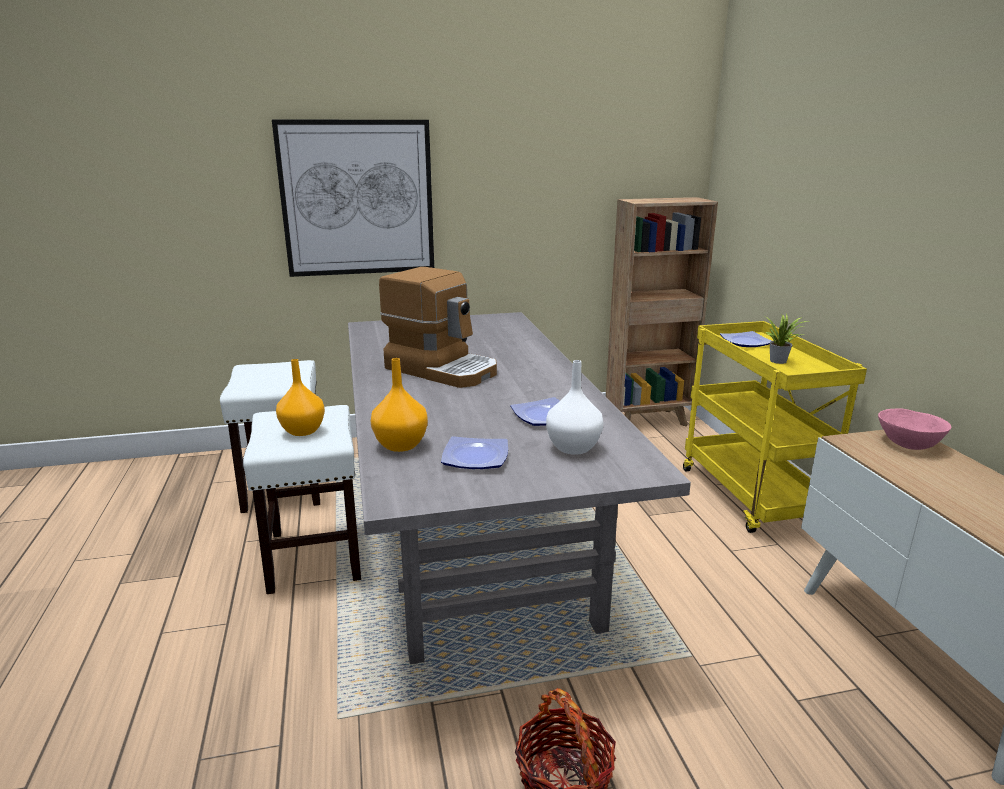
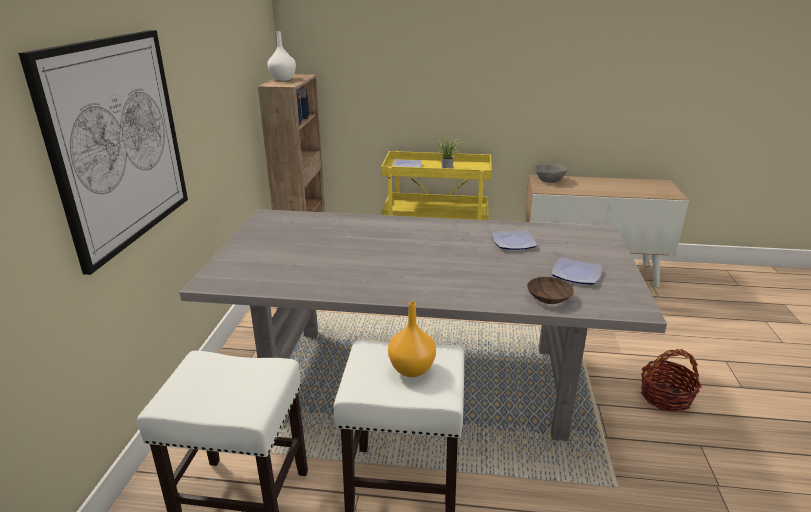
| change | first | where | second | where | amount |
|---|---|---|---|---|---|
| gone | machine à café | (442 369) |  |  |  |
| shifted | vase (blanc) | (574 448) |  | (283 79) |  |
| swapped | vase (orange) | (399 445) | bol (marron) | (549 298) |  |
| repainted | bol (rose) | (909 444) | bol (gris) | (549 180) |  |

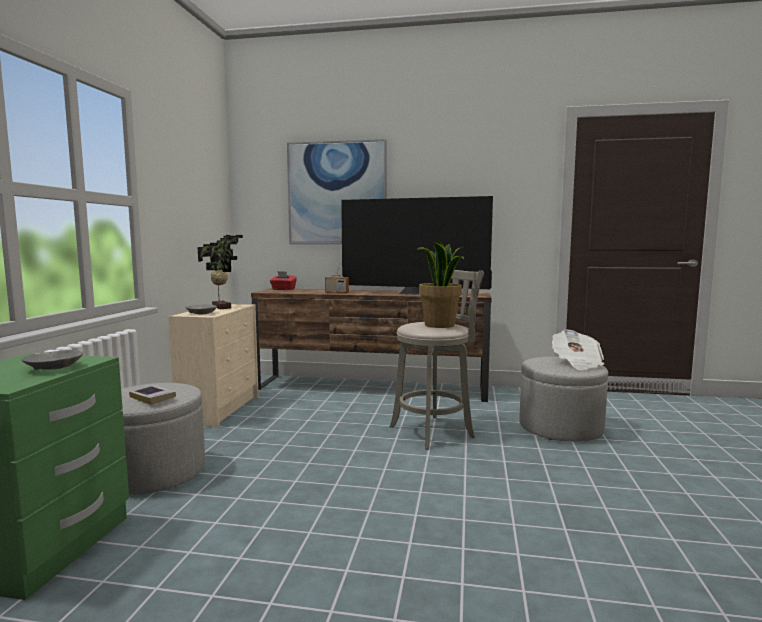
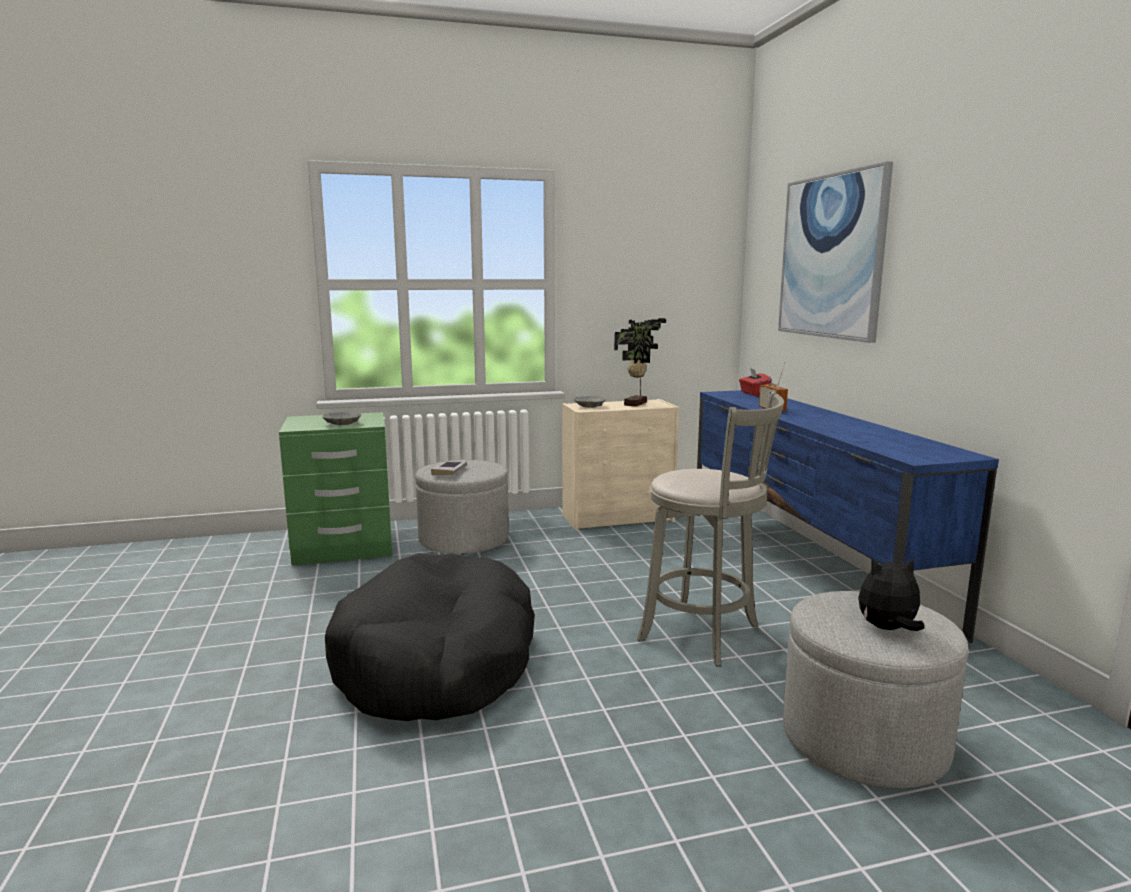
| change | first | where | second | where | amount |
|---|---|---|---|---|---|
| gone | téléviseur | (416 293) |  |  |  |
| gone | plante en pot | (440 325) |  |  |  |
| new |  |  | panier pour chien (noir) | (437 662) |  |
| swapped | journal | (576 363) | peluche | (887 629) |  |
| repainted | meuble télé (marron) | (372 388) | meuble télé (bleu) | (804 565) |  |

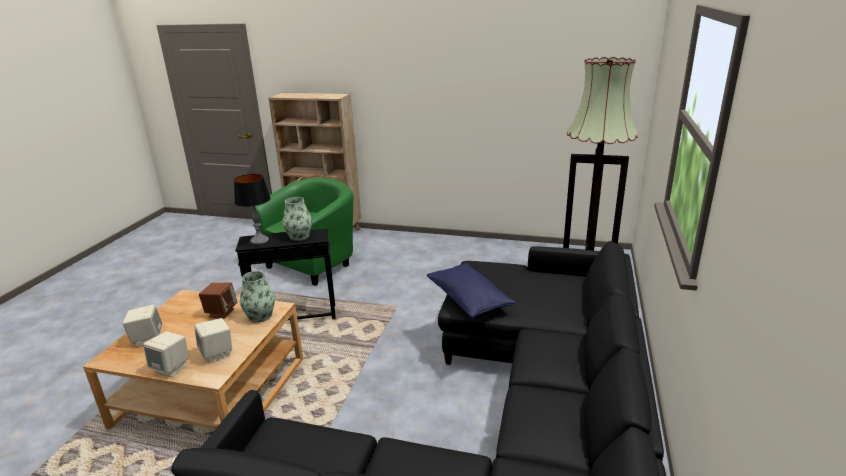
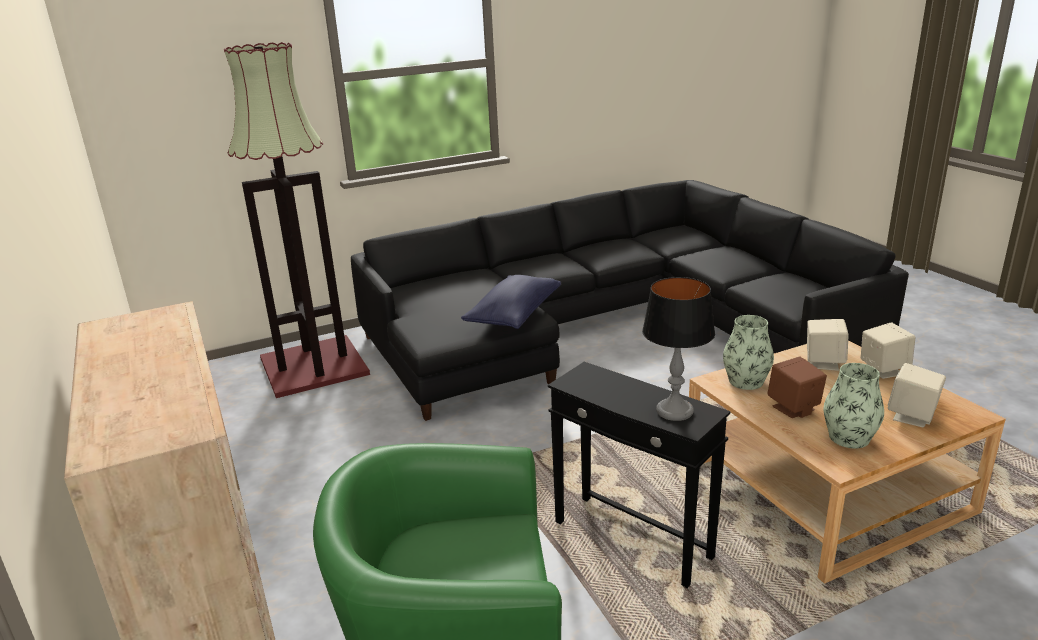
| change | first | where | second | where | amount |
|---|---|---|---|---|---|
| shifted | vase | (299 236) |  | (849 437) |  |

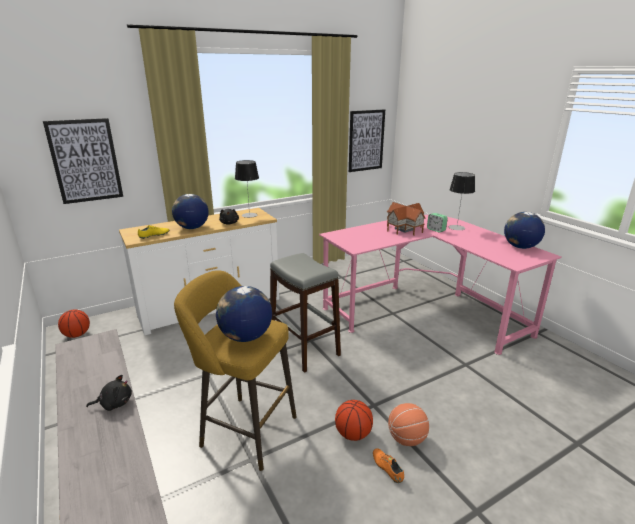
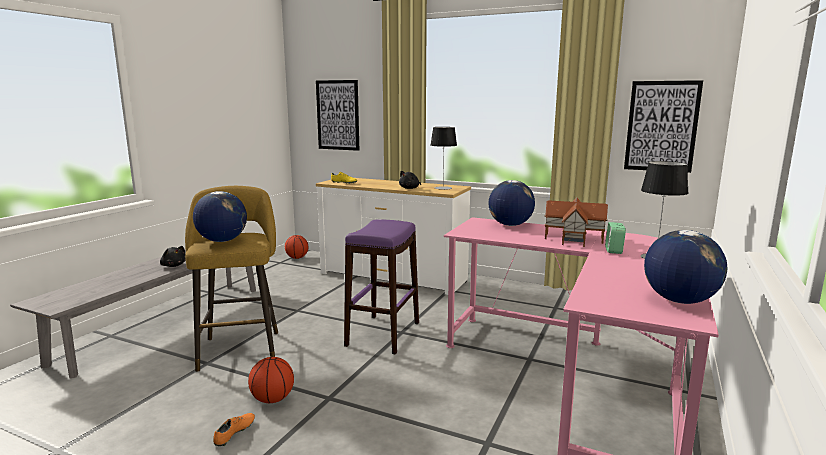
| change | first | where | second | where | amount |
|---|---|---|---|---|---|
| gone | ballon de basket | (407 438) |  |  |  |
| shifted | globe | (192 228) |  | (510 225) |  |
| repainted | tabouret (gris) | (304 348) | tabouret (violet) | (383 334) |  |

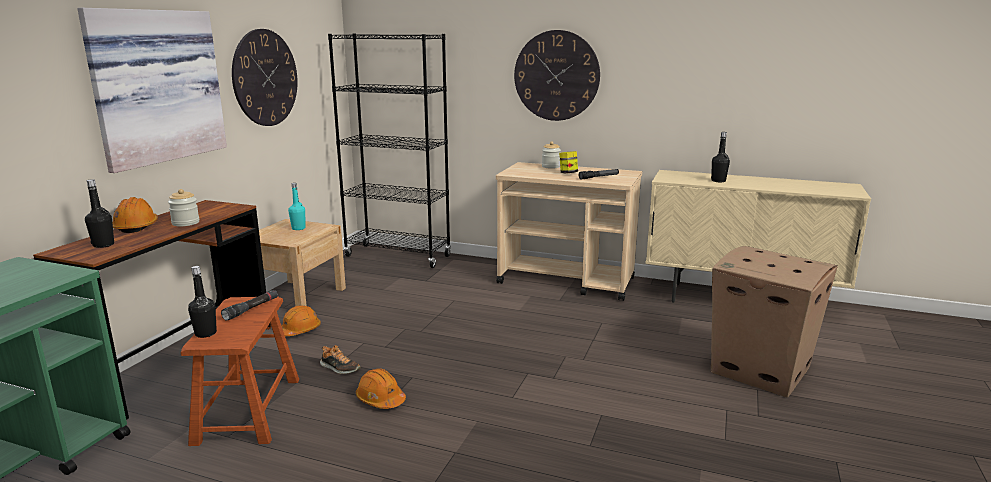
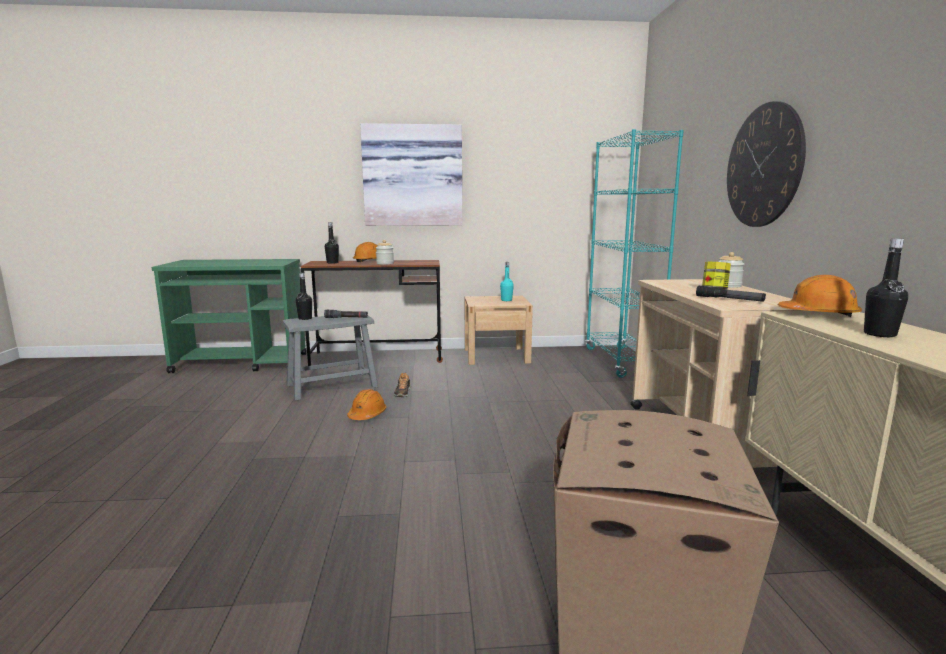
| change | first | where | second | where | amount |
|---|---|---|---|---|---|
| gone | horloge murale | (265 78) |  |  |  |
| shifted | casque de chantier (orange) | (299 330) |  | (818 314) |  |
| repainted | tabouret (marron) | (248 410) | tabouret (gris) | (332 385) |  |
| repainted | bibliothèque (noir) | (398 256) | bibliothèque (turquoise) | (621 362) |  |

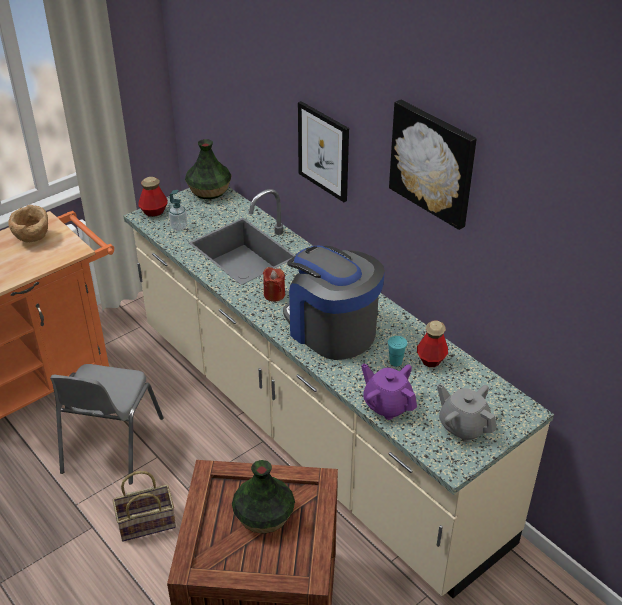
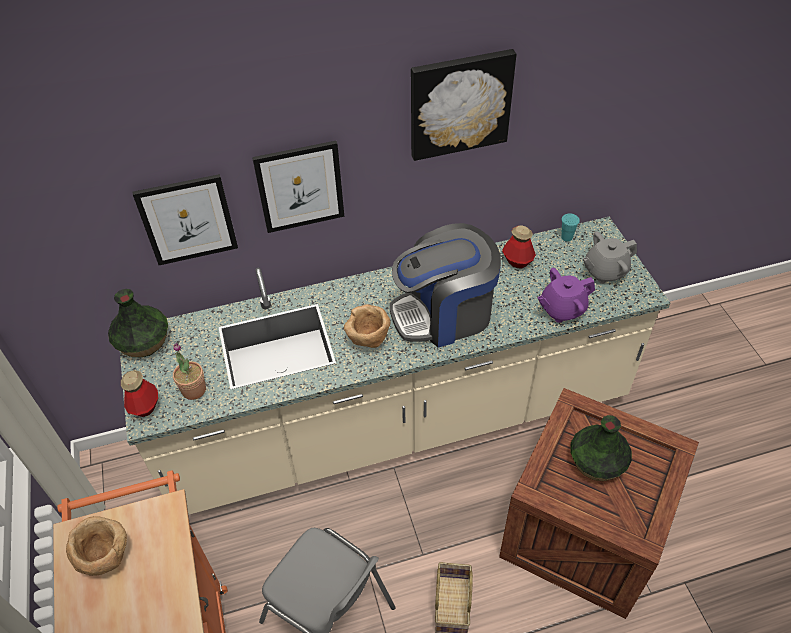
| change | first | where | second | where | amount |
|---|---|---|---|---|---|
| new |  |  | tableau | (187 219) |  |
| shifted | tasse (turquoise) | (395 362) |  | (566 237) |  |
| swapped | distributeur de savon | (179 227) | plante en pot | (194 390) |  |
| swapped | bougie (rouge) | (274 294) | bol (marron) | (368 340) |  |

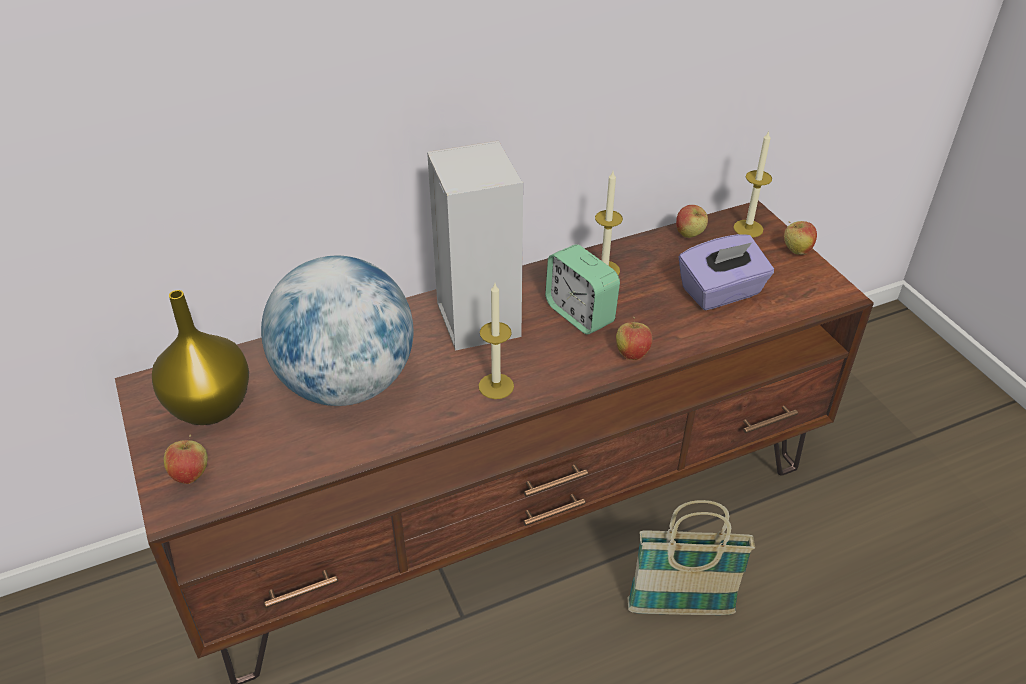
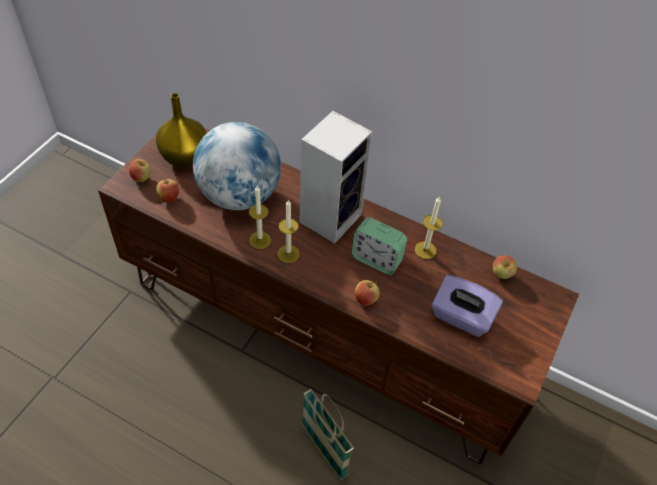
| change | first | where | second | where | amount |
|---|---|---|---|---|---|
| shifted | bougie | (748 228) |  | (260 240) |  |
| shifted | pomme | (796 251) |  | (169 198) |  |
| rotated | réveil | (580 314) |  | (376 259) | 75 degrees counterclockwise |

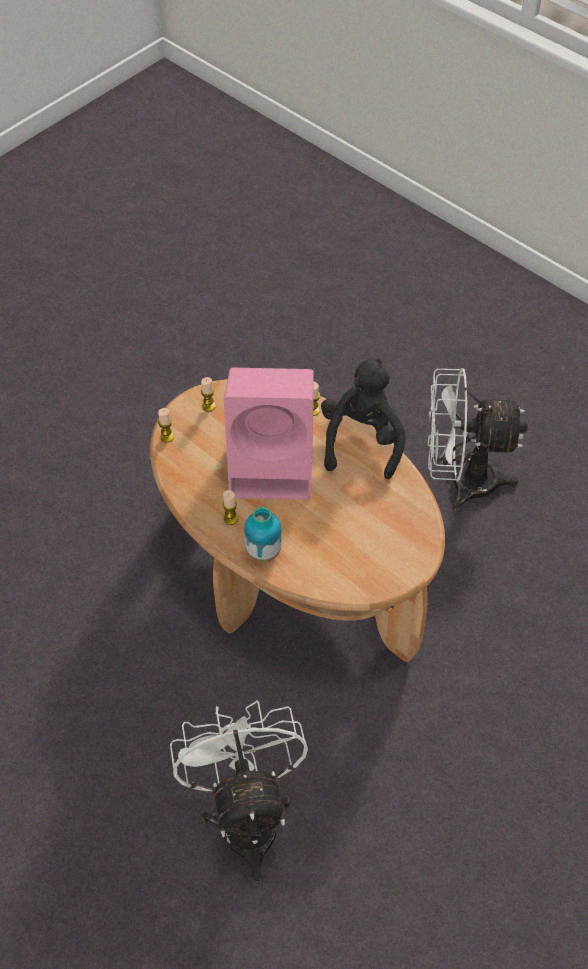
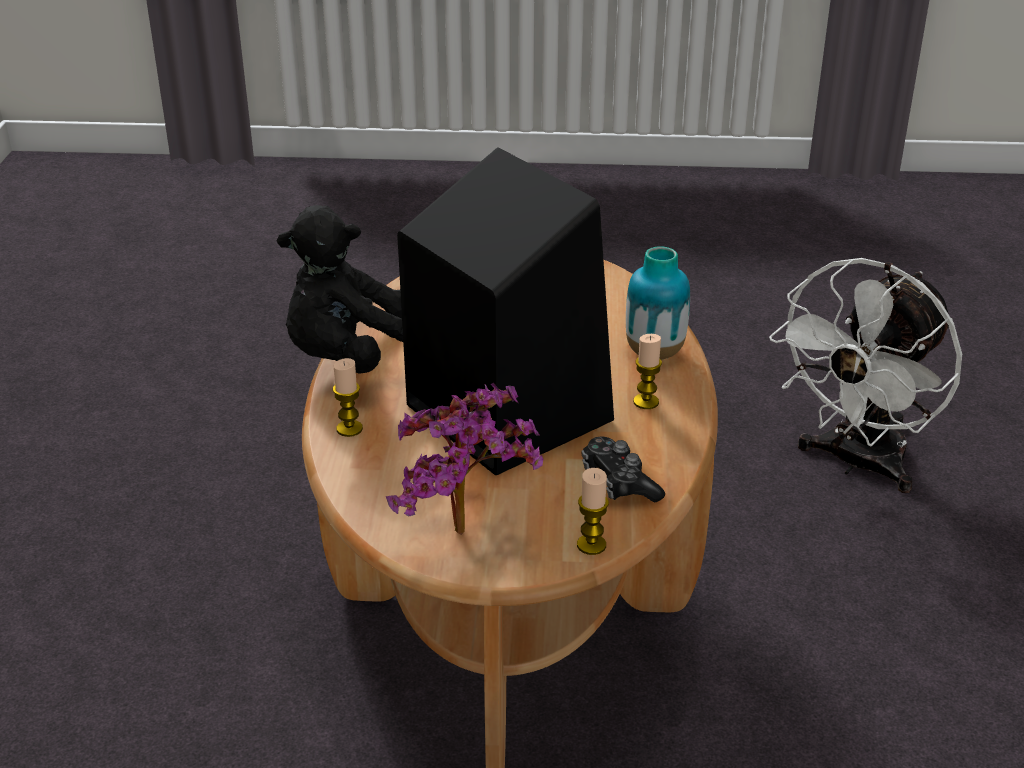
| change | first | where | second | where | amount |
|---|---|---|---|---|---|
| gone | ventilateur (blanc) | (460 481) |  |  |  |
| new |  |  | manette | (619 482) |  |
| swapped | bougie | (208 406) | plante en pot | (468 537) |  |
| repainted | enceinte (rose) | (274 466) | enceinte (noir) | (504 411) |  |

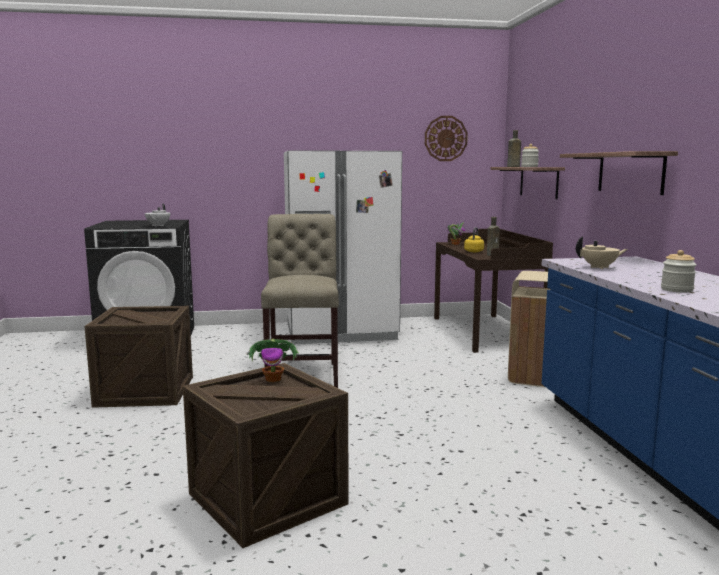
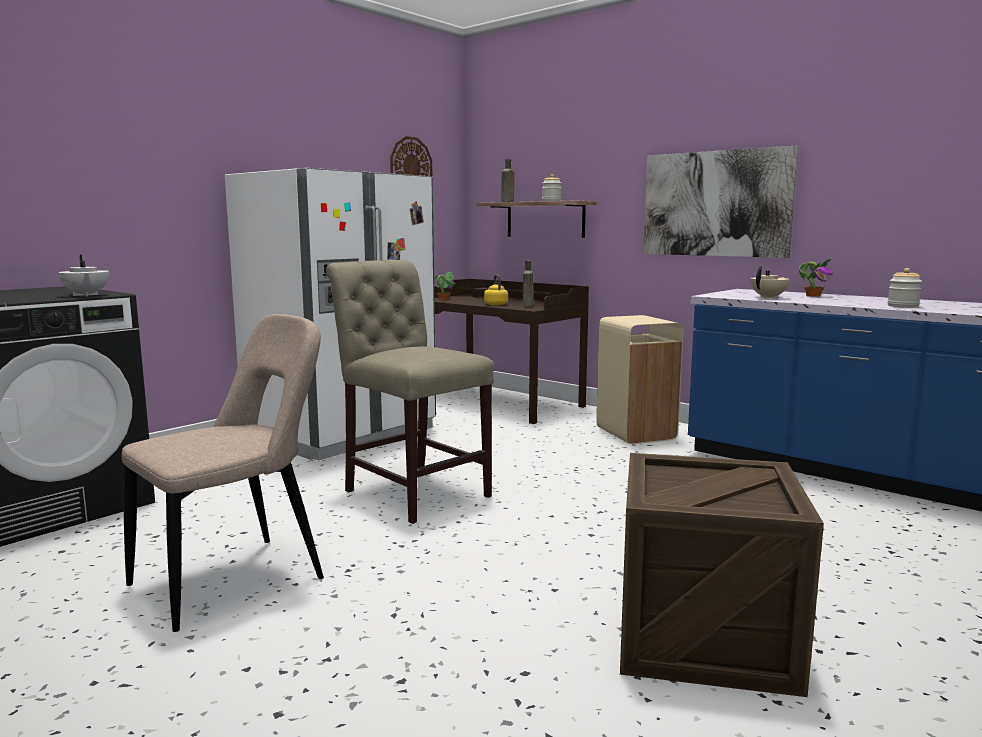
| change | first | where | second | where | amount |
|---|---|---|---|---|---|
| shifted | plante en pot | (274 379) |  | (813 296) |  |
| swapped | caisse | (145 391) | chaise (beige) | (236 579) |  |
| swapped | étagère | (630 172) | tableau | (715 204) |  |

